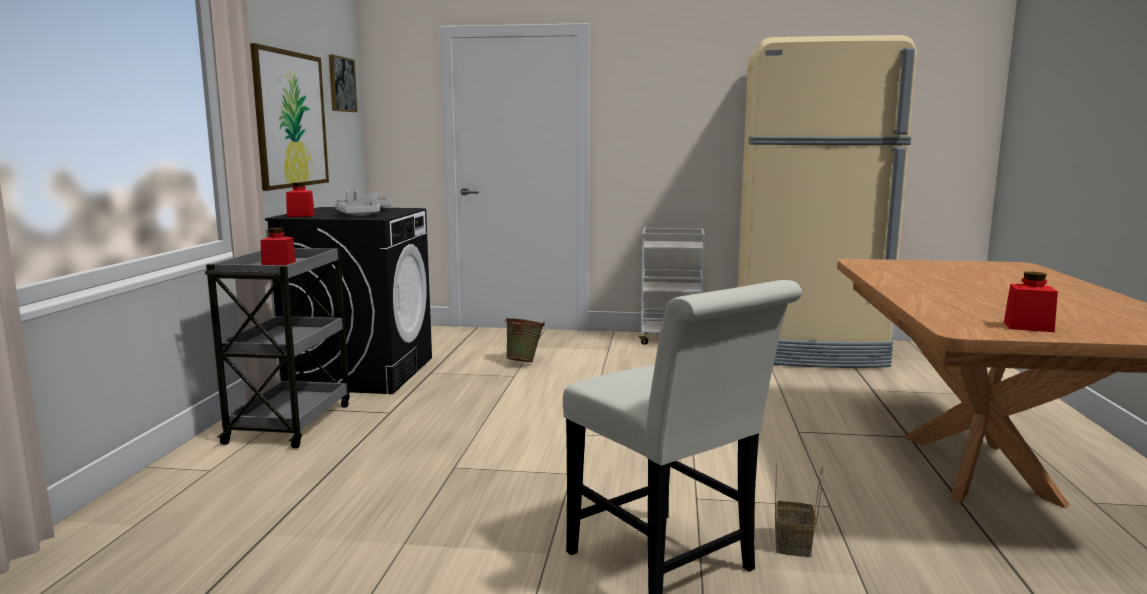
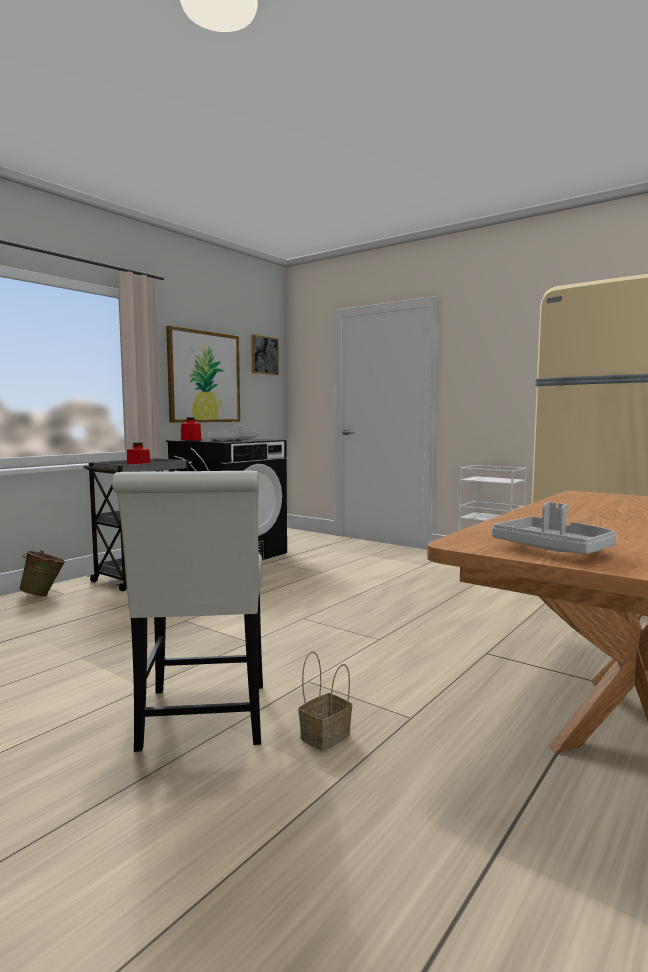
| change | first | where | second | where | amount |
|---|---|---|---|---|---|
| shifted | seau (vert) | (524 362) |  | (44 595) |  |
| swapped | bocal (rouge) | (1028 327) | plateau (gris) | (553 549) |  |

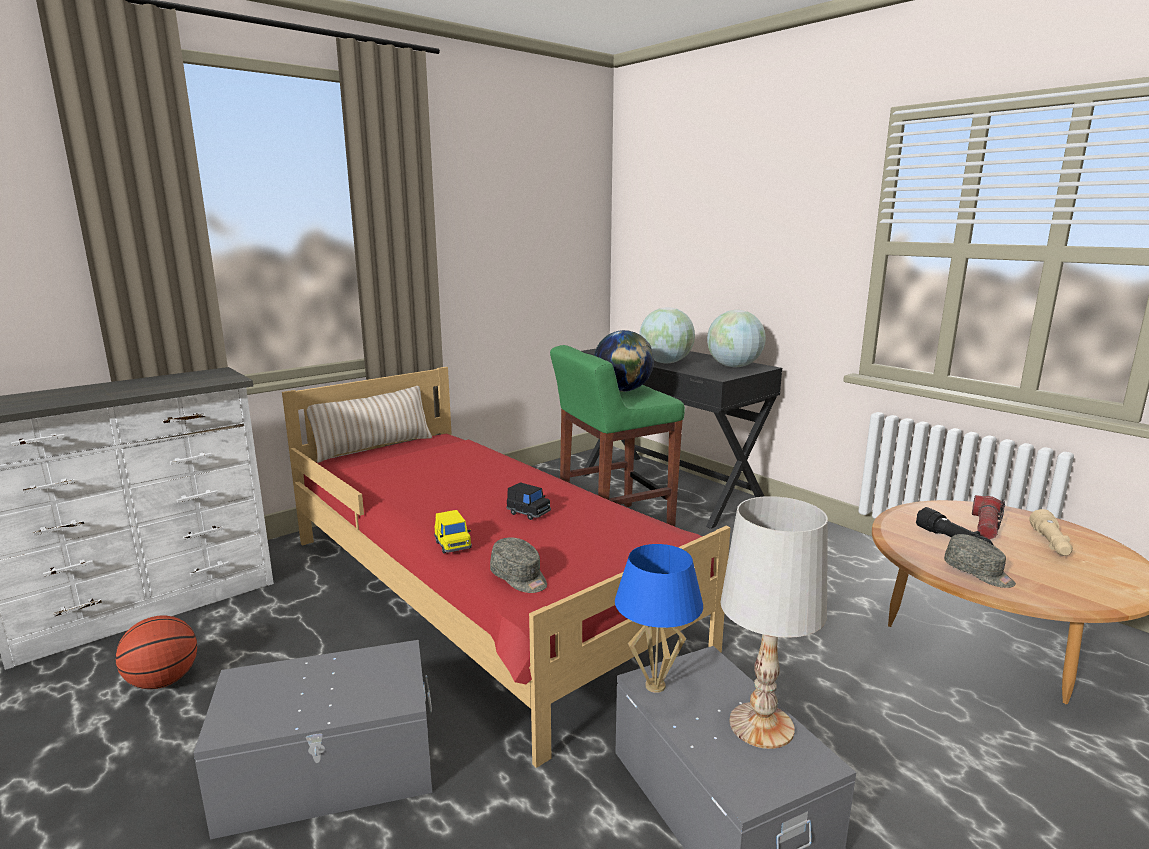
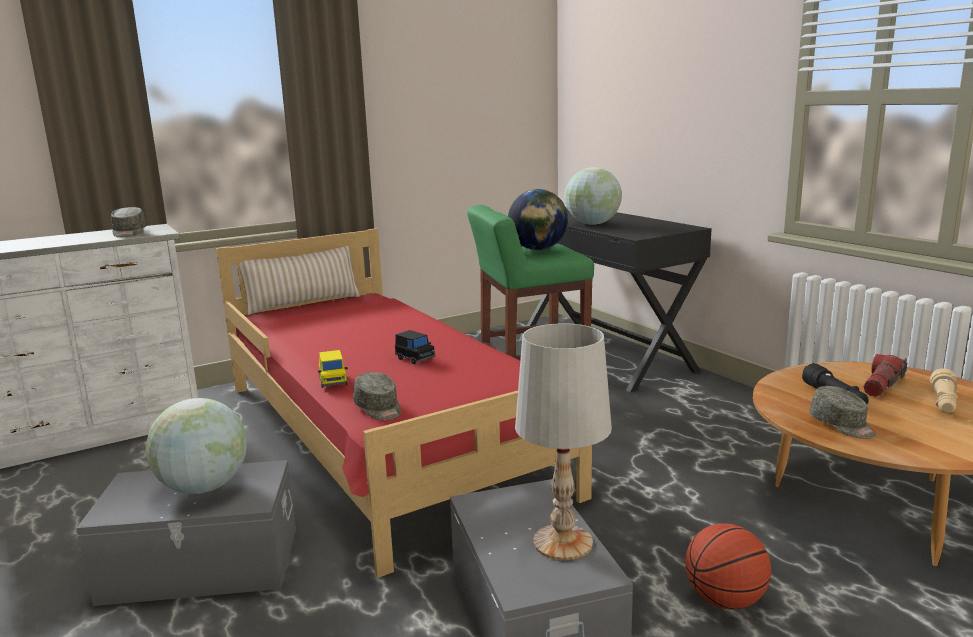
| change | first | where | second | where | amount |
|---|---|---|---|---|---|
| gone | lampe de table (bleu) | (655 686) |  |  |  |
| new |  |  | casquette (gris) | (129 233) |  |
| shifted | ballon de basket | (163 681) |  | (725 600) |  |
| shifted | globe | (734 366) |  | (203 487) |  |

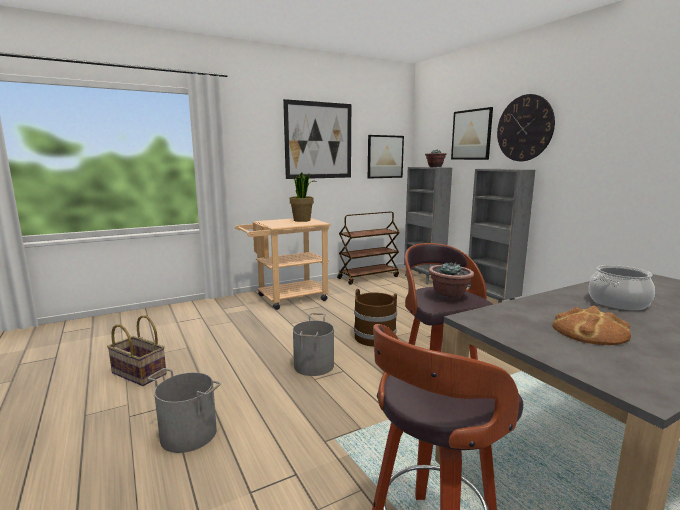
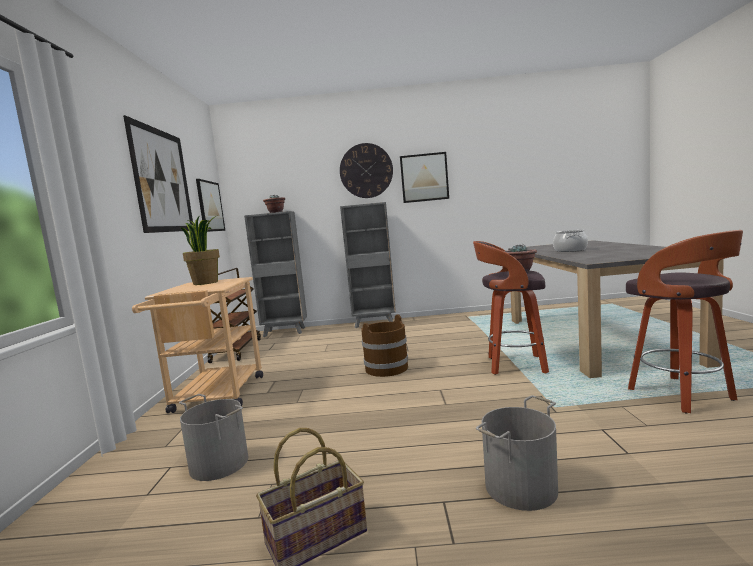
| change | first | where | second | where | amount |
|---|---|---|---|---|---|
| gone | pain | (589 331) |  |  |  |
| shifted | seau (gris) | (314 365) |  | (220 463) |  |
| shifted | tableau | (471 135) |  | (424 177) |  |

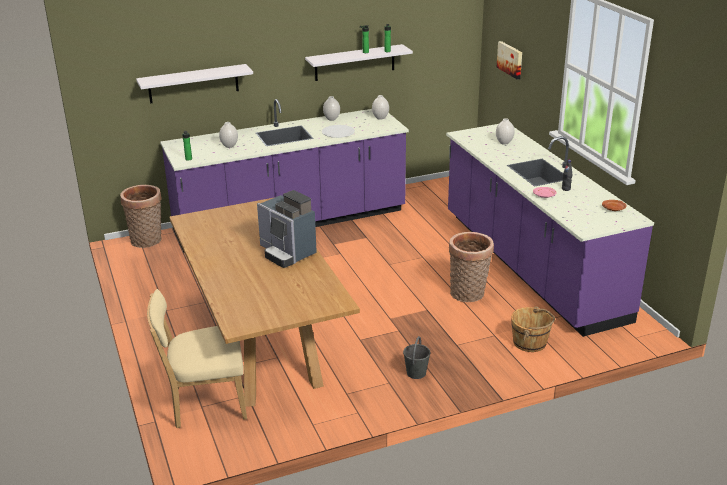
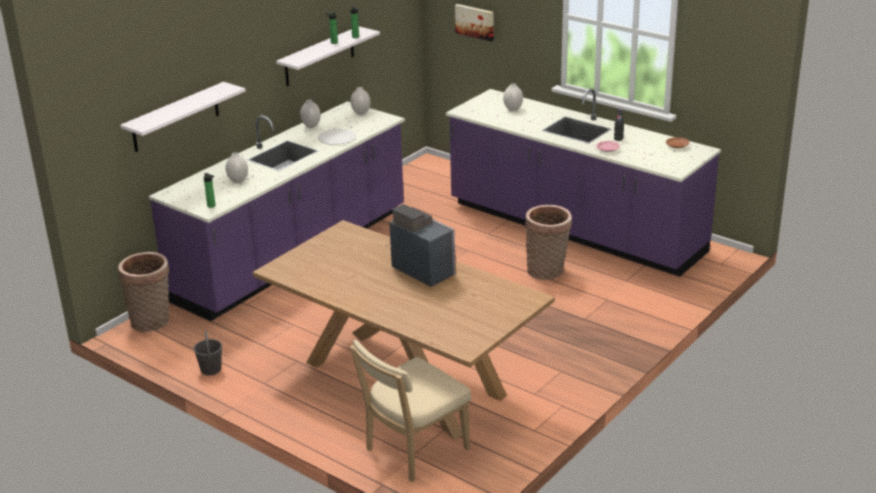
| change | first | where | second | where | amount |
|---|---|---|---|---|---|
| gone | seau (marron) | (530 342) |  |  |  |
| shifted | seau (gris) | (416 373) |  | (211 369) |  |
| rotated | machine à café | (287 253) |  | (424 270) | 150 degrees counterclockwise |

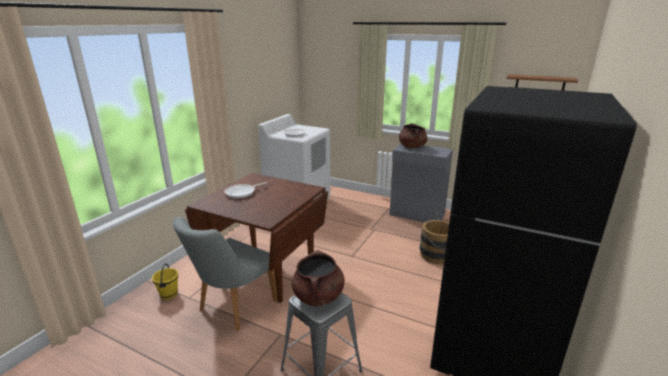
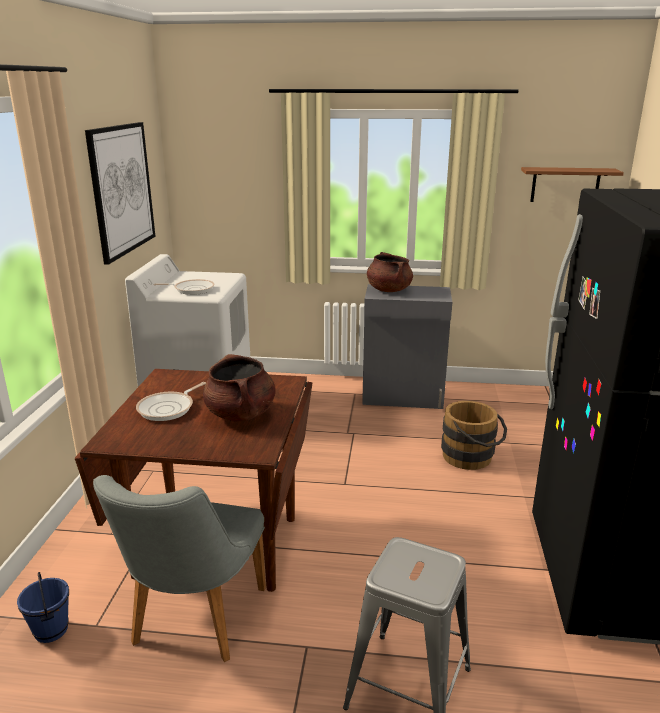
| change | first | where | second | where | amount |
|---|---|---|---|---|---|
| new |  |  | tableau | (122 189) |  |
| shifted | marmite (marron) | (318 296) |  | (241 414) |  |
| repainted | seau (jaune) | (168 294) | seau (bleu) | (50 631) |  |

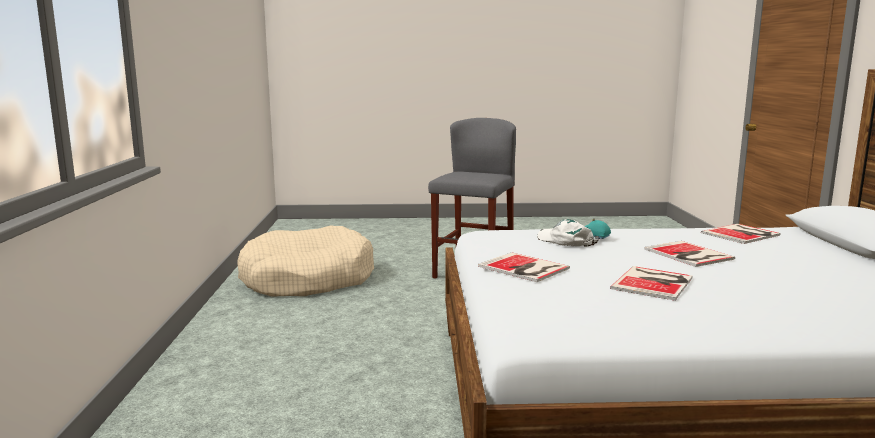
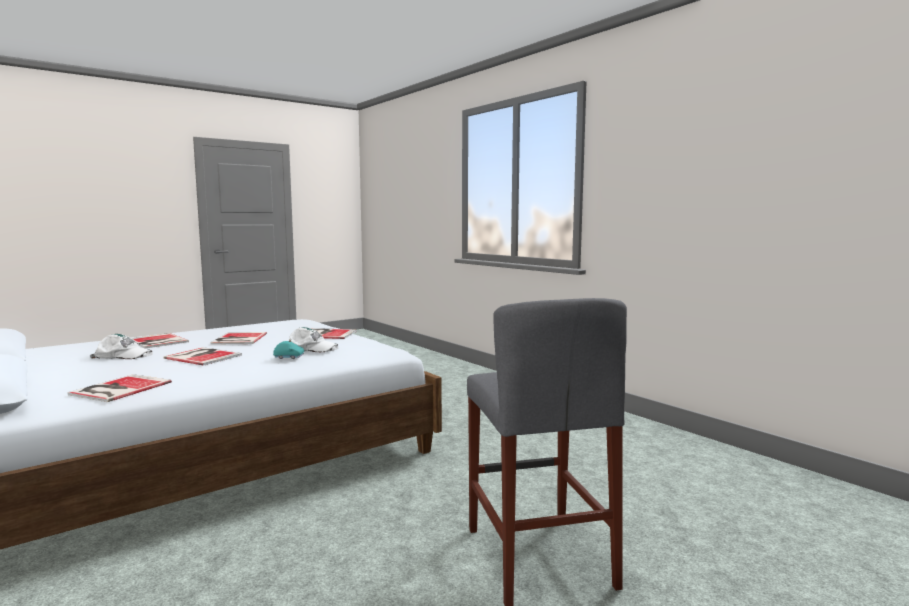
| change | first | where | second | where | amount |
|---|---|---|---|---|---|
| gone | panier pour chien (beige) | (307 279) |  |  |  |
| new |  |  | casquette (blanc) | (123 355) |  |
| new |  |  | livre | (157 341) |  |

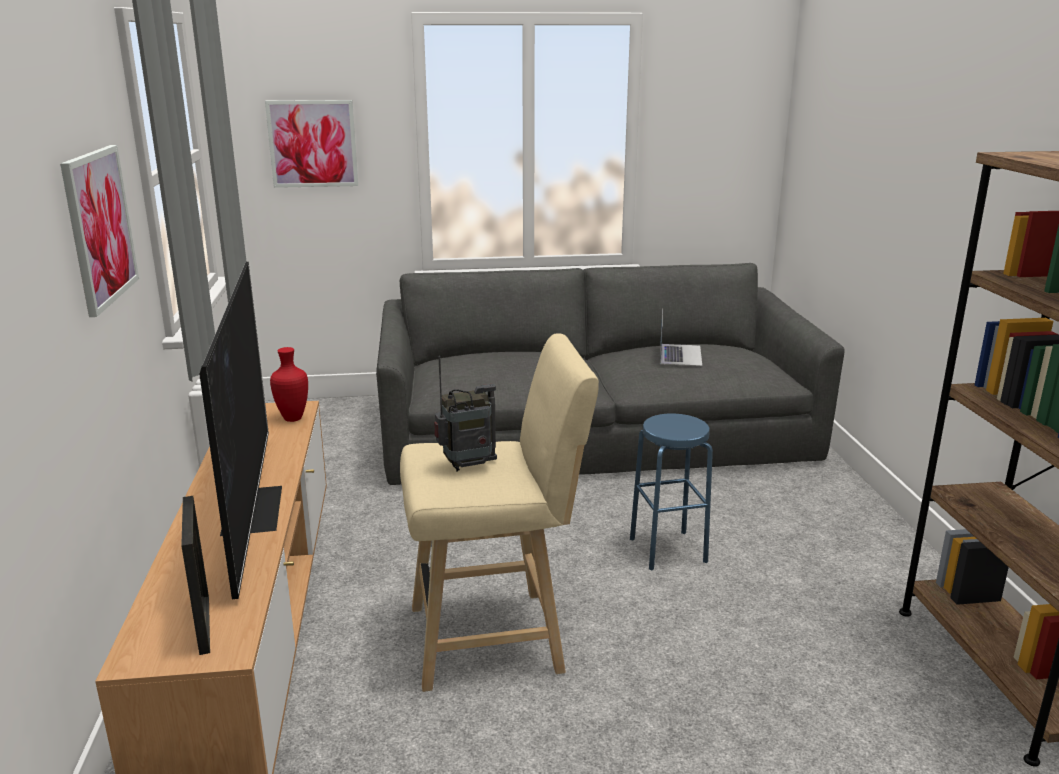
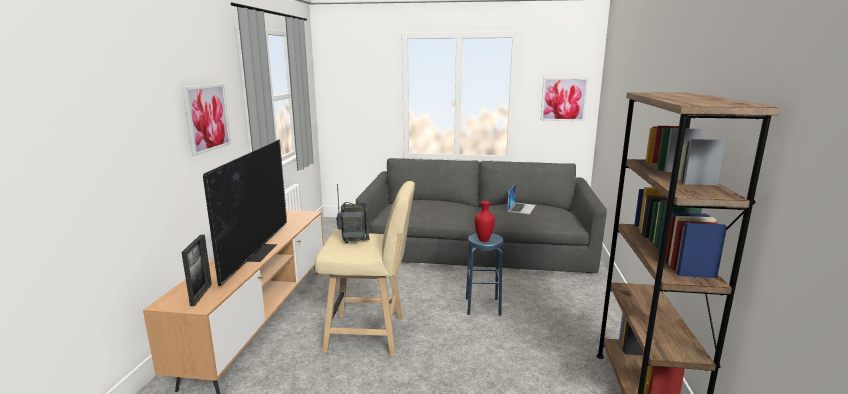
| change | first | where | second | where | amount |
|---|---|---|---|---|---|
| shifted | tableau | (312 143) |  | (563 99) |  |
| shifted | vase (rouge) | (293 418) |  | (483 240) |  |

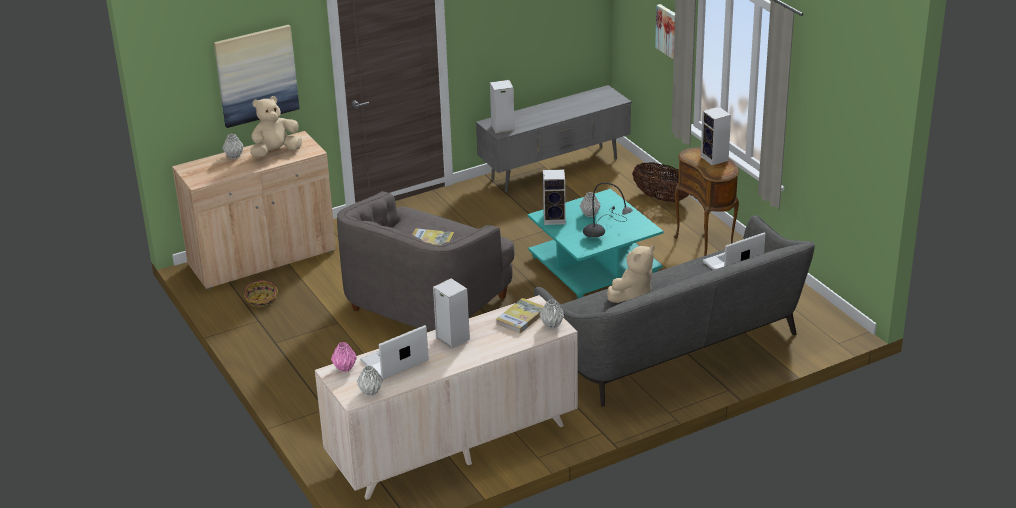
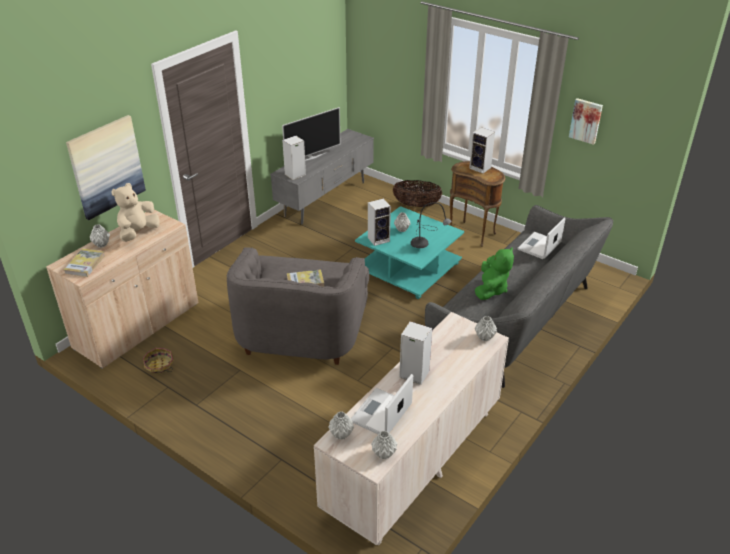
| change | first | where | second | where | amount |
|---|---|---|---|---|---|
| new |  |  | téléviseur | (311 157) |  |
| shifted | livre | (521 318) |  | (85 264) |  |
| shifted | tableau | (668 30) |  | (586 120) |  |
| repainted | vase (rose) | (345 368) | vase (gris) | (342 434) |  |
| repainted | peluche (beige) | (632 295) | peluche (vert) | (491 289) |  |

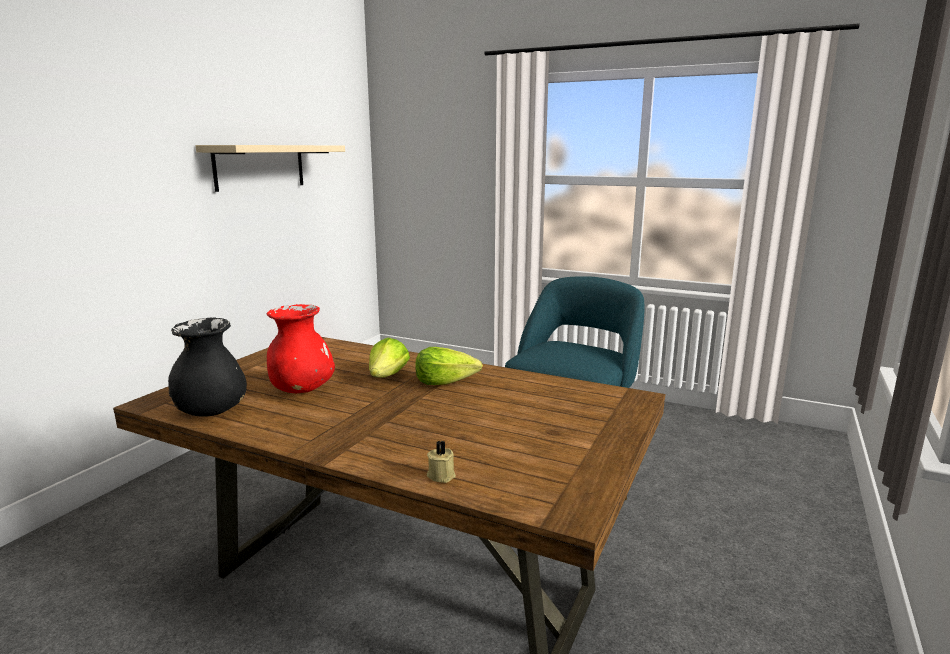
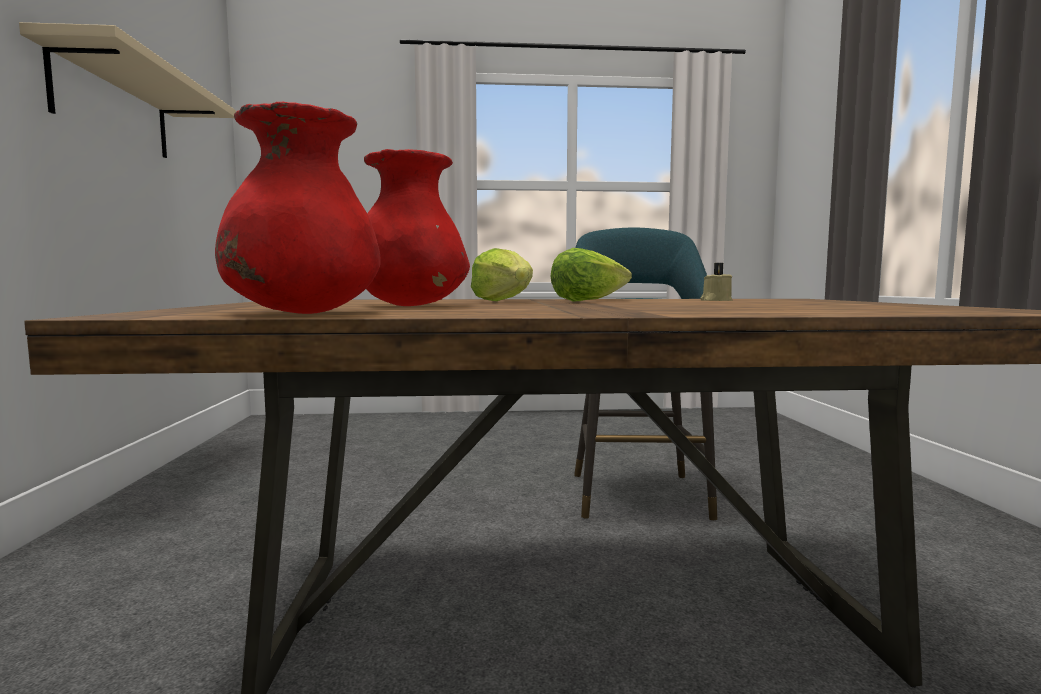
| change | first | where | second | where | amount |
|---|---|---|---|---|---|
| shifted | bougie (beige) | (441 475) |  | (716 301) |  |
| repainted | vase (noir) | (211 411) | vase (rouge) | (302 313) |  |

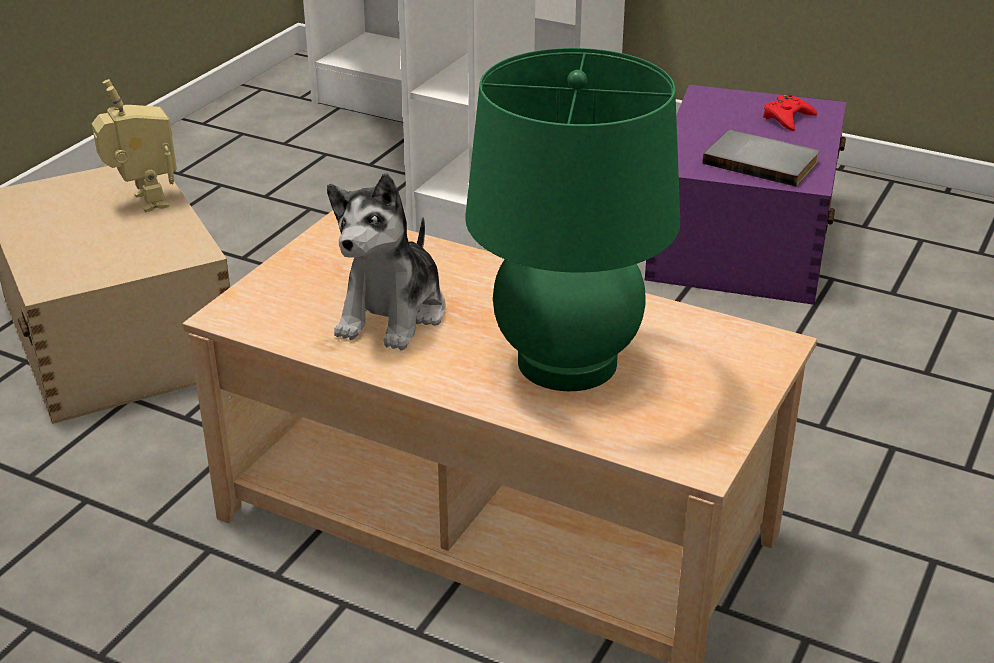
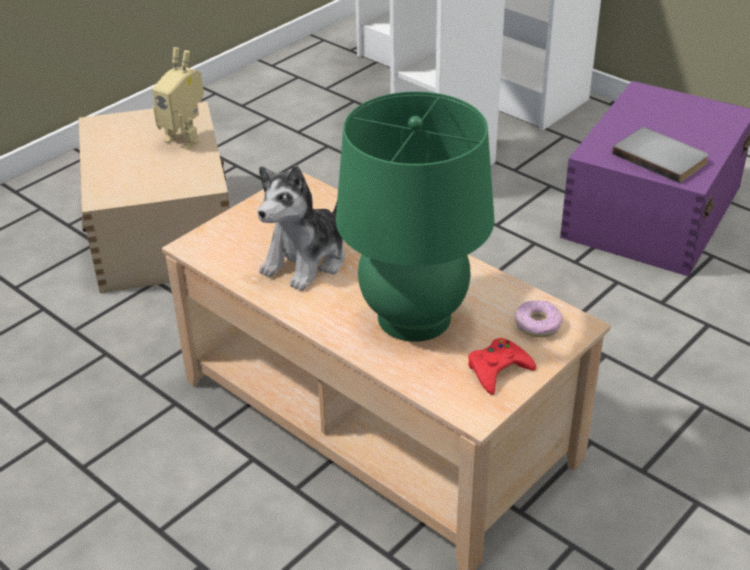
| change | first | where | second | where | amount |
|---|---|---|---|---|---|
| new |  |  | beignet | (537 325) |  |
| shifted | manette (rouge) | (787 118) |  | (498 370) |  |
| rotated | robot jouet | (143 202) |  | (185 139) | 135 degrees clockwise |

